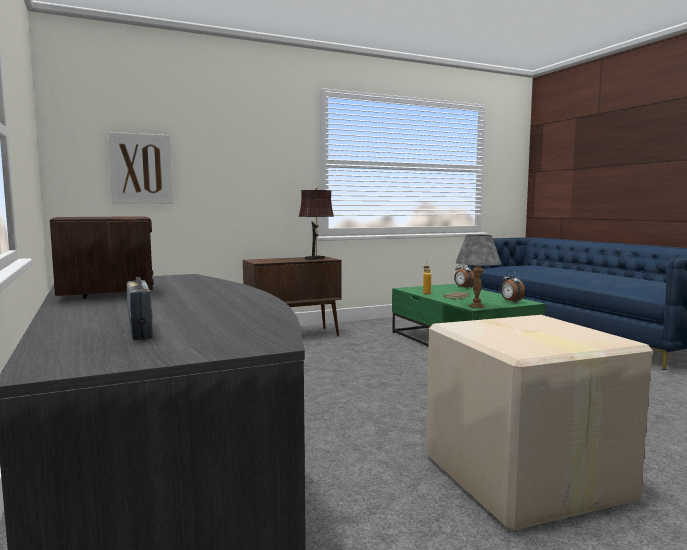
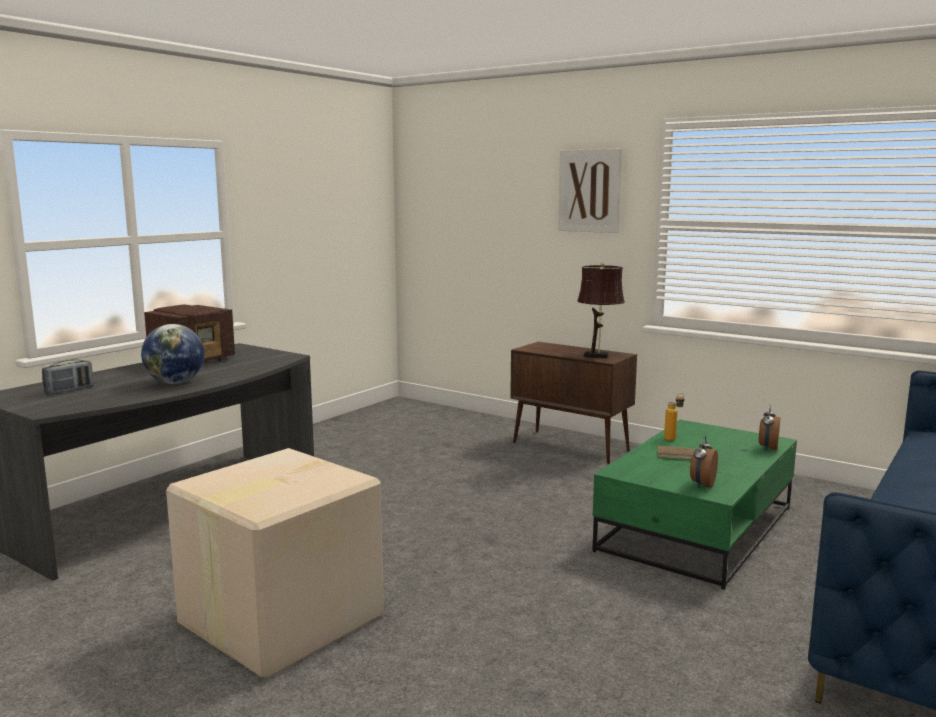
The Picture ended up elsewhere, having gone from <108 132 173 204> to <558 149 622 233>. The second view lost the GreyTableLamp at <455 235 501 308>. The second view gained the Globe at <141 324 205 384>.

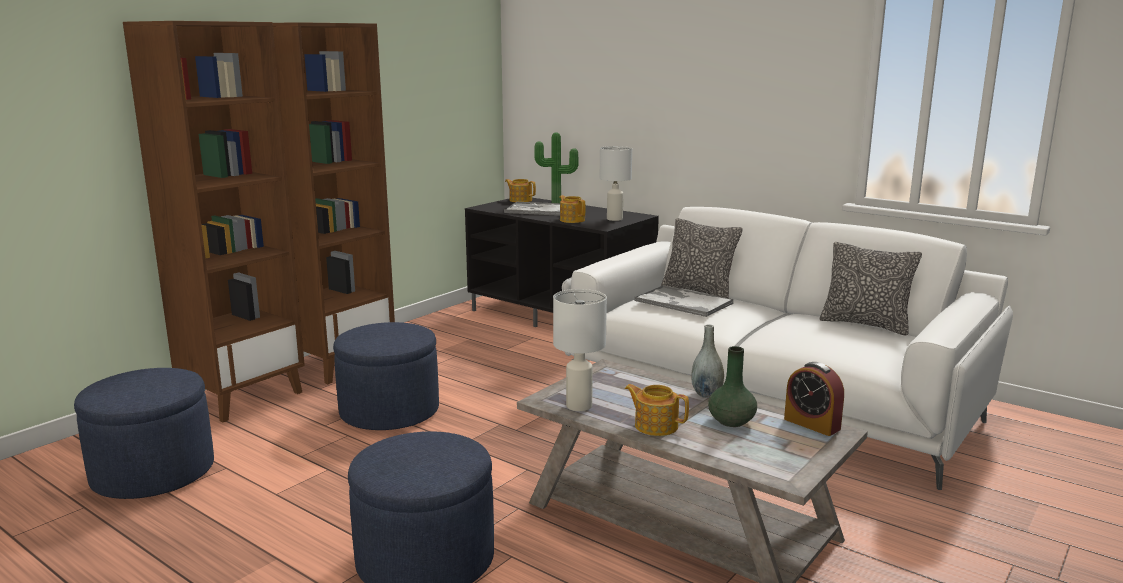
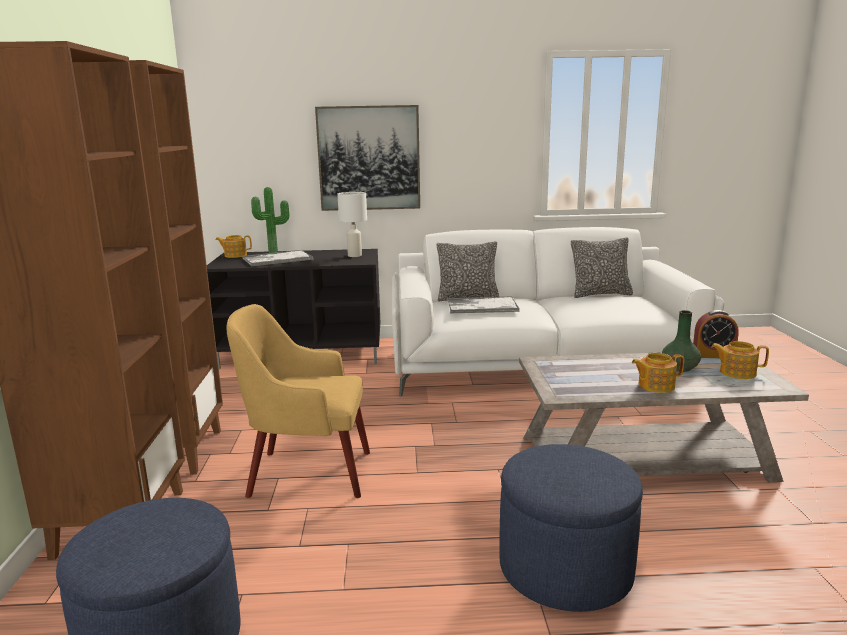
Where the BlueOttoman stood at <333 322 439 430>, the YellowArmchair came to stand at <226 304 370 498>. The second view lost the WhiteTableLamp at <553 289 607 411>. The Teapot ended up elsewhere, having gone from <559 195 586 223> to <711 341 769 379>. The second view lost the GreyVase at <691 325 724 398>. The second view gained the Picture at <315 105 420 211>.

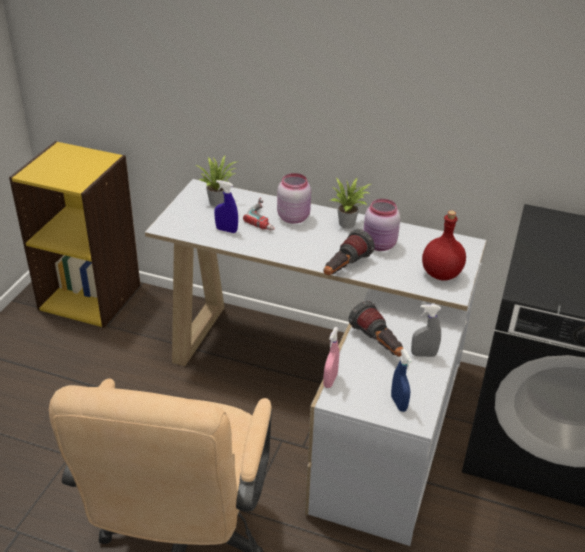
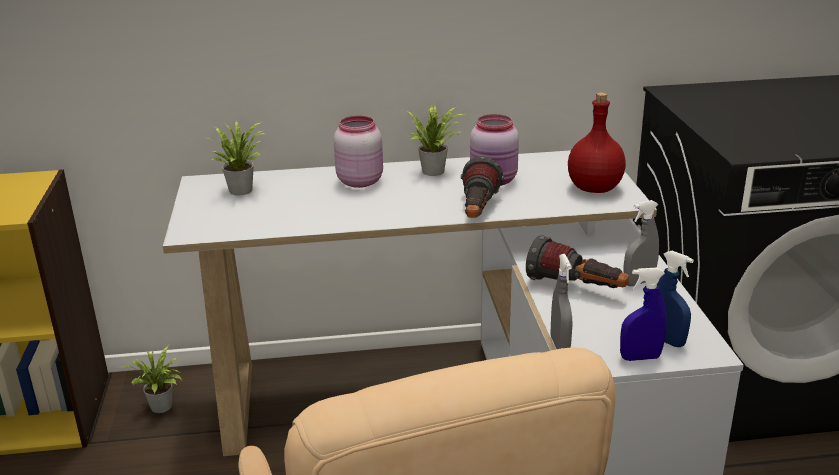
The BlueSprayBottle ended up elsewhere, having gone from <214 180 238 233> to <620 268 667 361>. The second view lost the PowerDrill at <243 198 274 231>. What was the PinkSprayBottle at <323 327 339 388> turned into the GreySprayBottle at <551 254 572 349>. The second view gained the PottedPlant at <119 345 182 413>.

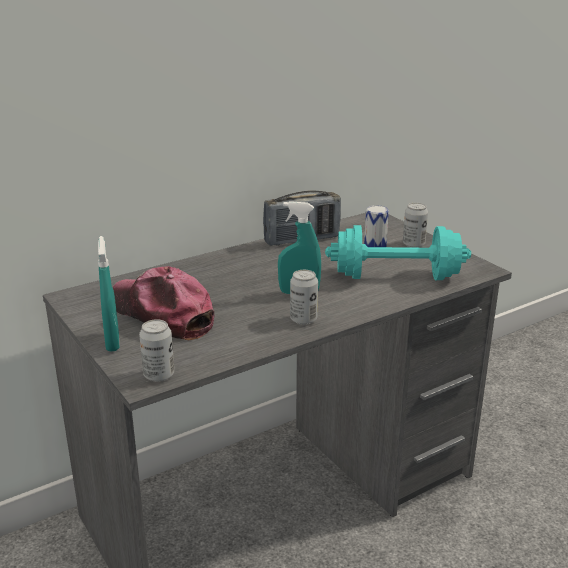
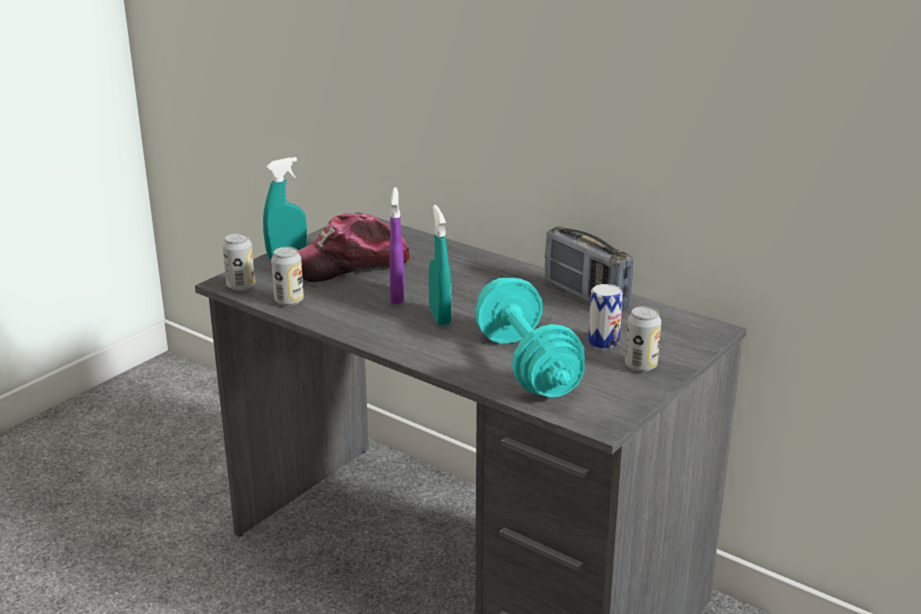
The Cap at <113 266 215 340> ended up facing another way, 135 degrees counterclockwise from before. The Can ended up elsewhere, having gone from <290 270 318 325> to <271 247 304 306>. The second view gained the PurpleSprayBottle at <390 187 405 304>.

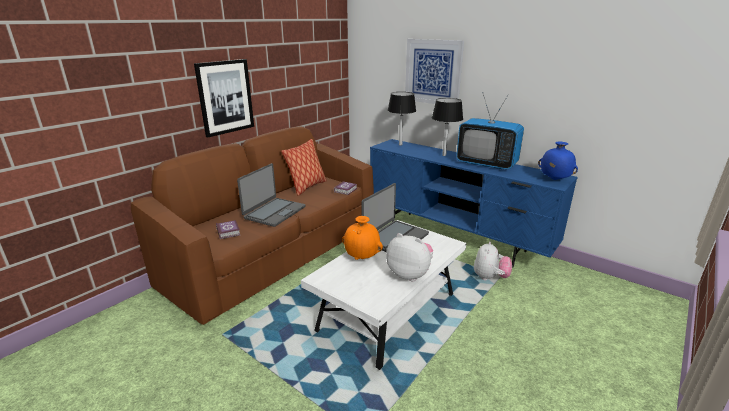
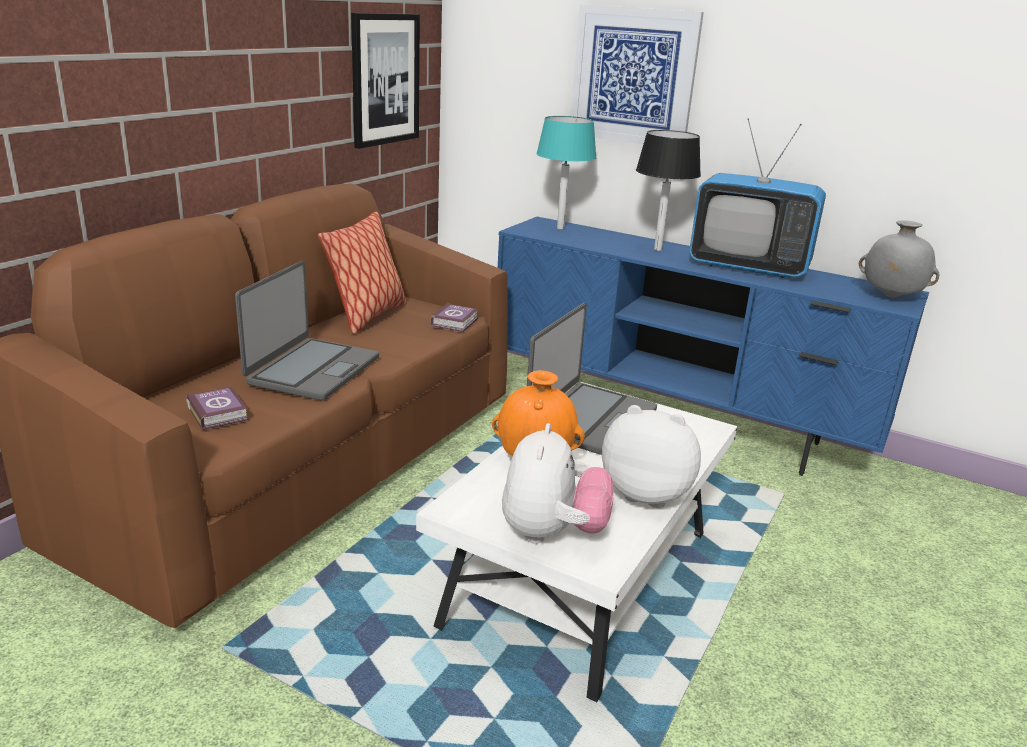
The Picture ended up elsewhere, having gone from <194 59 254 138> to <351 13 420 149>. What was the BlackTableLamp at <388 92 416 146> turned into the TurquoiseTableLamp at <536 116 597 230>. The PlushToy ended up elsewhere, having gone from <474 241 512 280> to <502 423 614 544>. What was the BlueVase at <538 142 578 180> turned into the GreyVase at <859 220 939 298>.

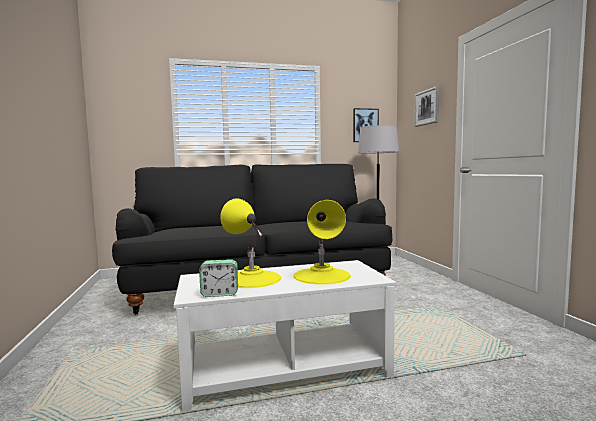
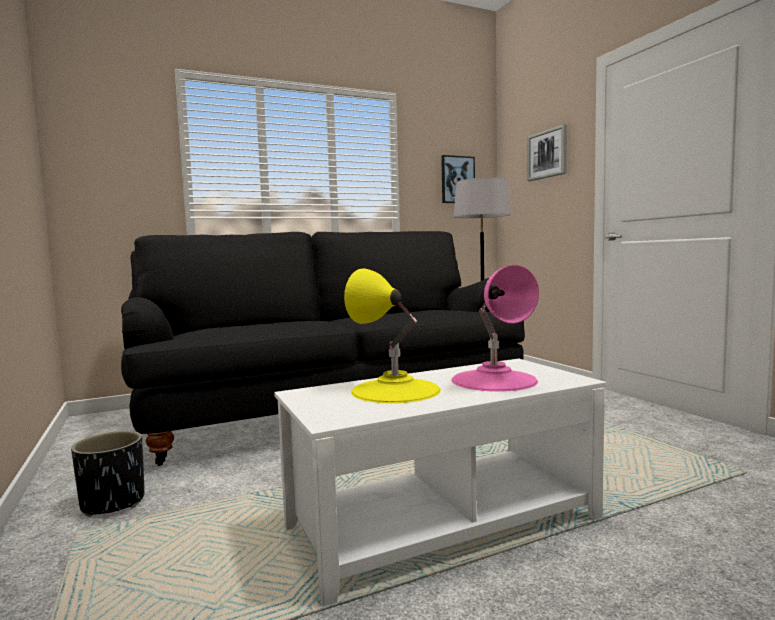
The second view lost the AlarmClock at <199 259 238 297>. What was the YellowTableLamp at <293 200 351 285> turned into the PinkTableLamp at <451 265 539 392>. The second view gained the BlackPlanter at <71 431 145 517>.

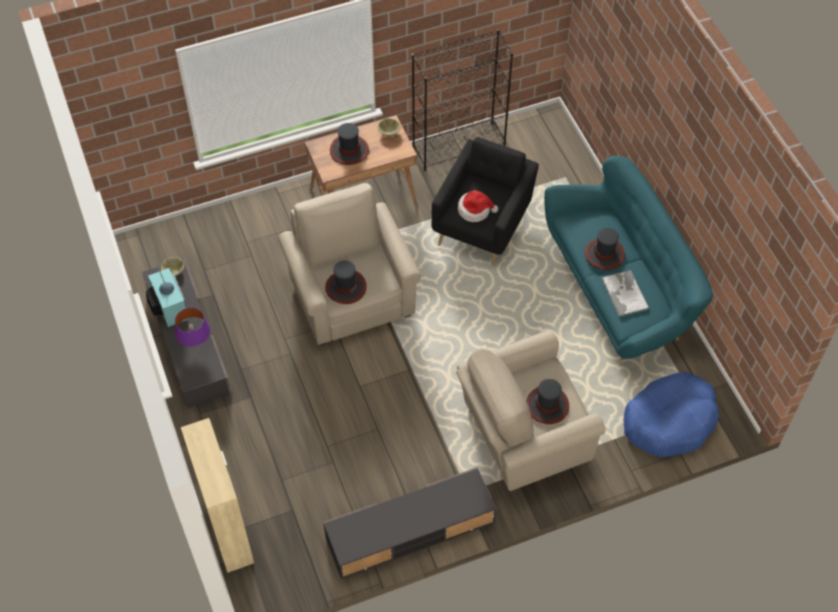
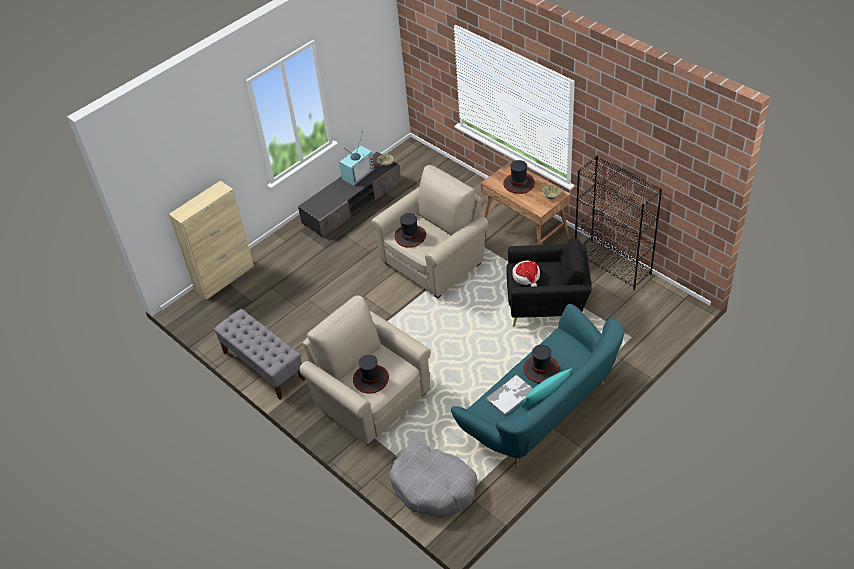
The second view lost the PurpleTableLamp at <175 308 210 346>. Where the GreyTvStand stood at <323 467 497 579>, the GreyBench came to stand at <214 309 305 399>. What was the BlueDogBed at <624 372 719 457> turned into the GreyDogBed at <389 444 478 518>. The second view gained the TurquoisePillow at <520 368 572 408>.

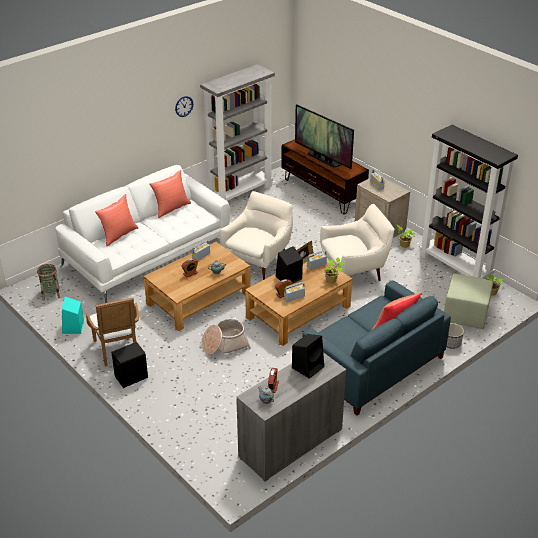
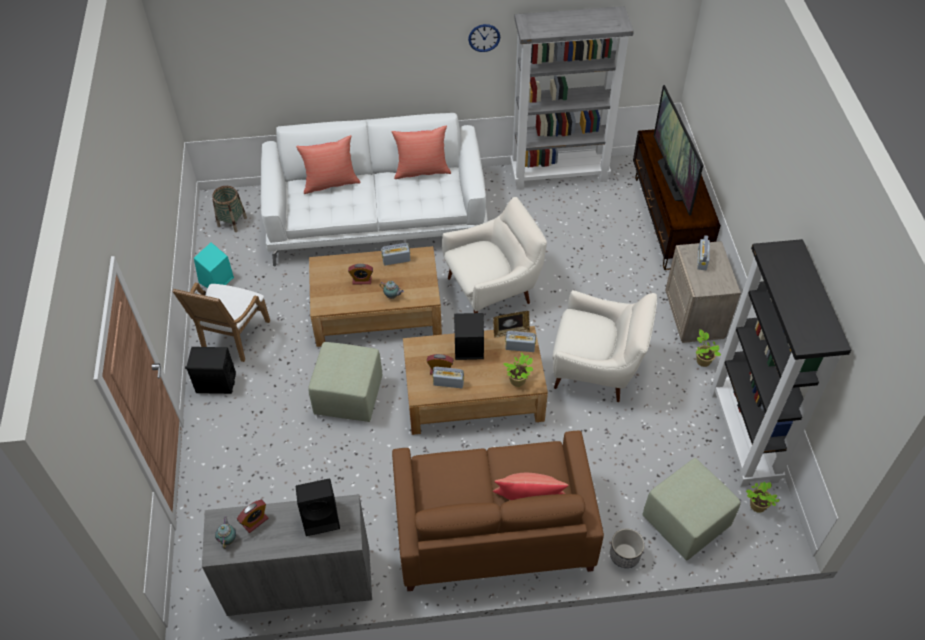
Where the Basket stood at <201 319 251 357>, the GreenOttoman came to stand at <308 342 383 422>. What was the BlueSofa at <302 280 451 416> turned into the BrownSofa at <392 431 604 591>.

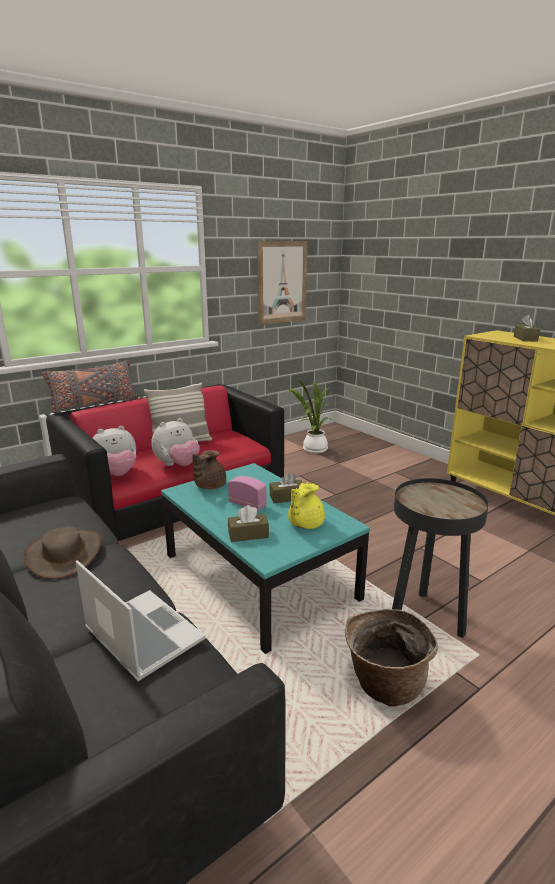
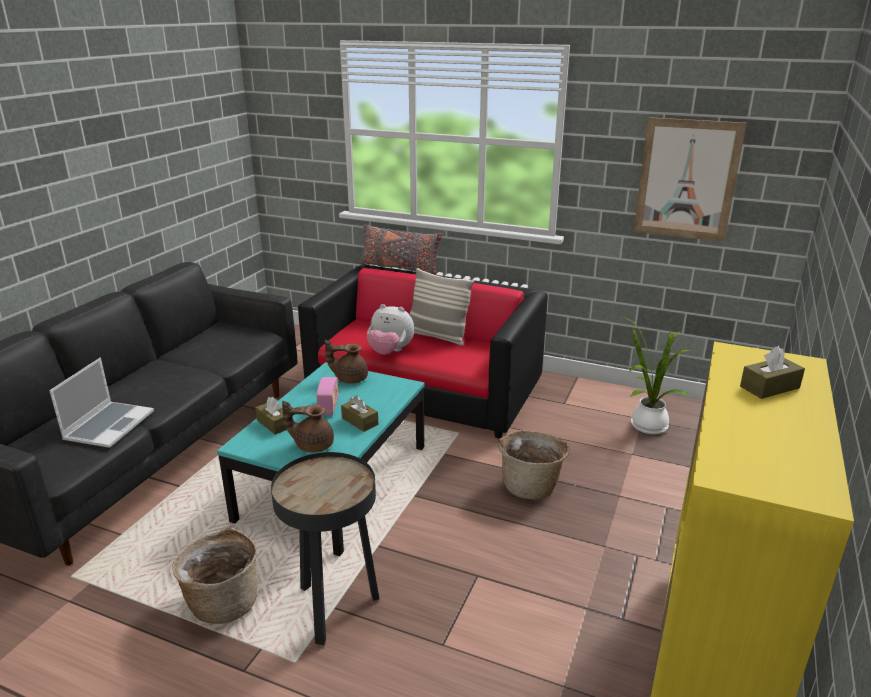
The second view lost the BrownHat at <23 526 101 579>. The second view lost the PlushToy at <93 426 136 476>. What was the YellowTeapot at <288 482 325 529> turned into the BrownTeapot at <282 401 334 453>. The second view gained the Basket at <498 430 569 500>.

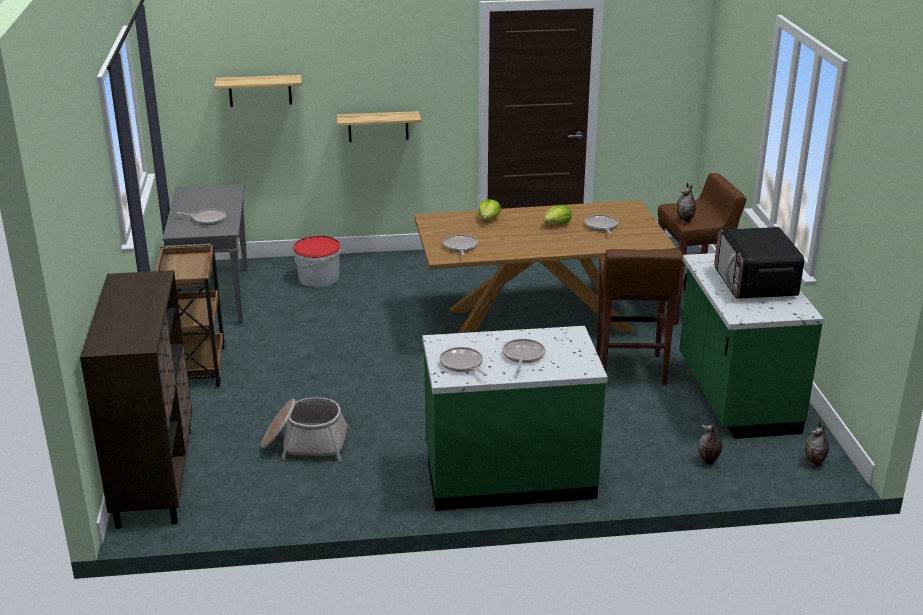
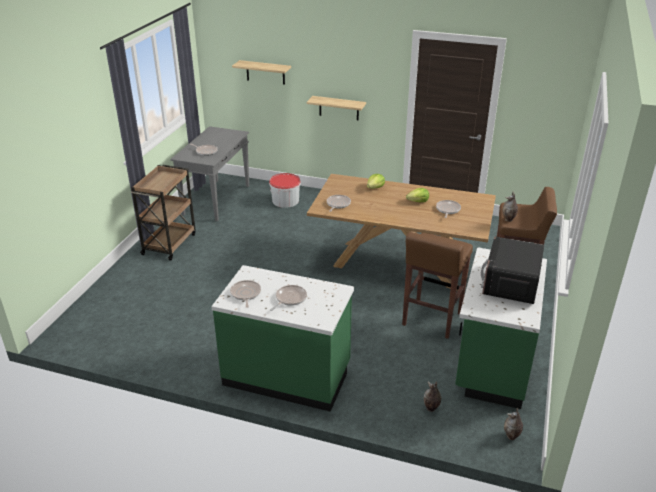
The second view lost the BrownCabinet at <80 270 192 528>. The second view lost the Basket at <261 397 349 462>.

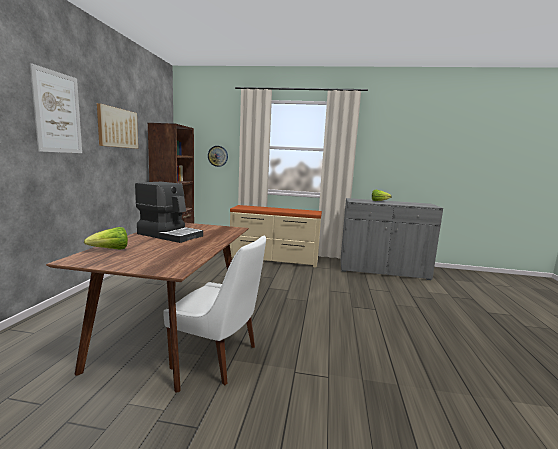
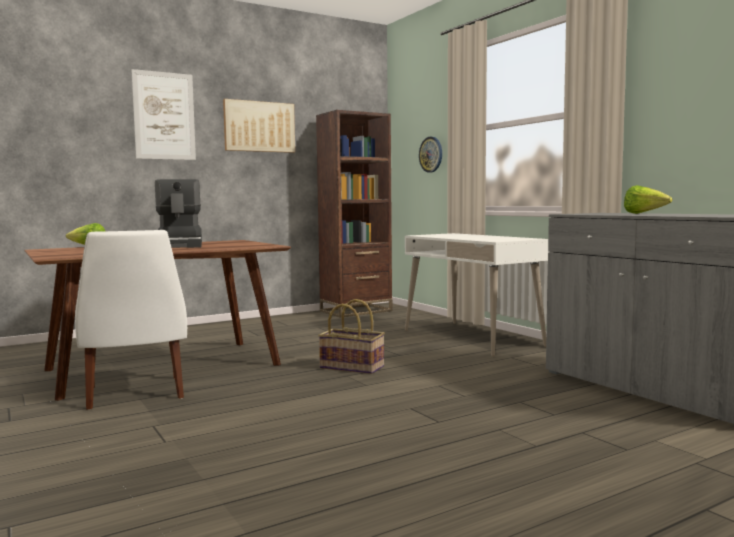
Where the BeigeDresser stood at <230 205 322 268>, the WhiteDesk came to stand at <405 233 548 357>. The second view gained the Basket at <318 299 385 374>.

